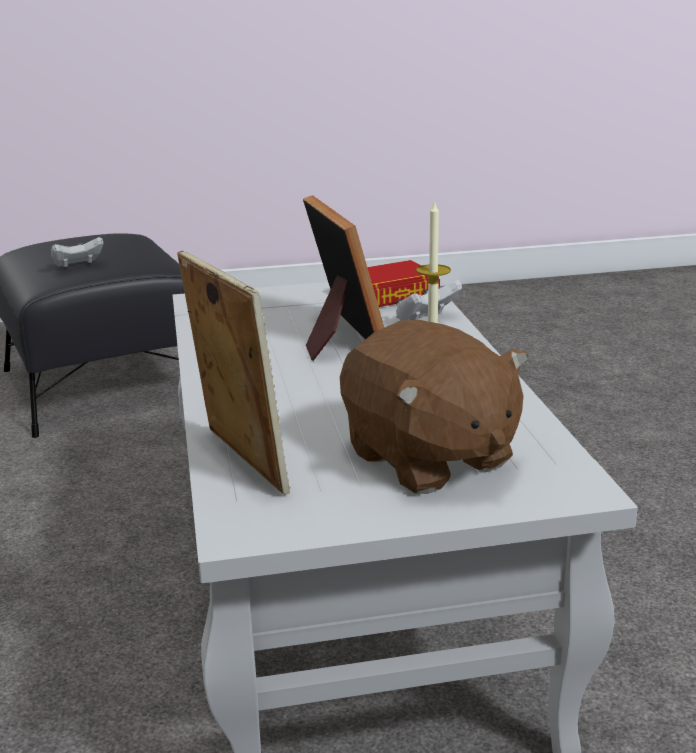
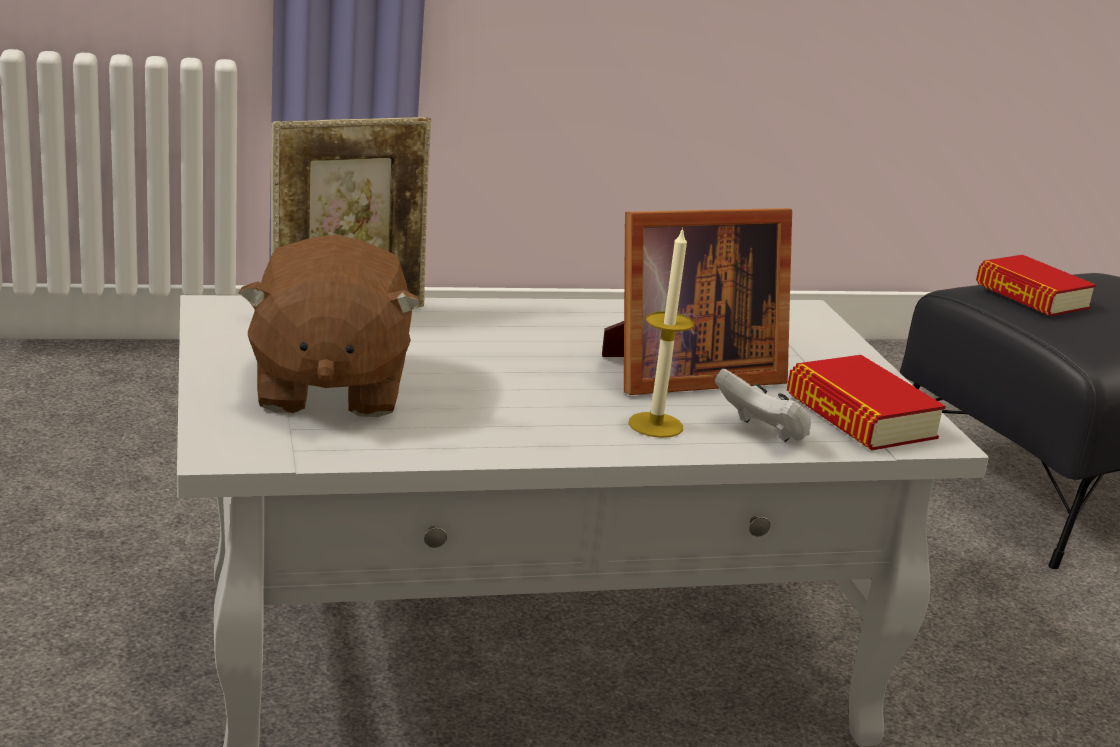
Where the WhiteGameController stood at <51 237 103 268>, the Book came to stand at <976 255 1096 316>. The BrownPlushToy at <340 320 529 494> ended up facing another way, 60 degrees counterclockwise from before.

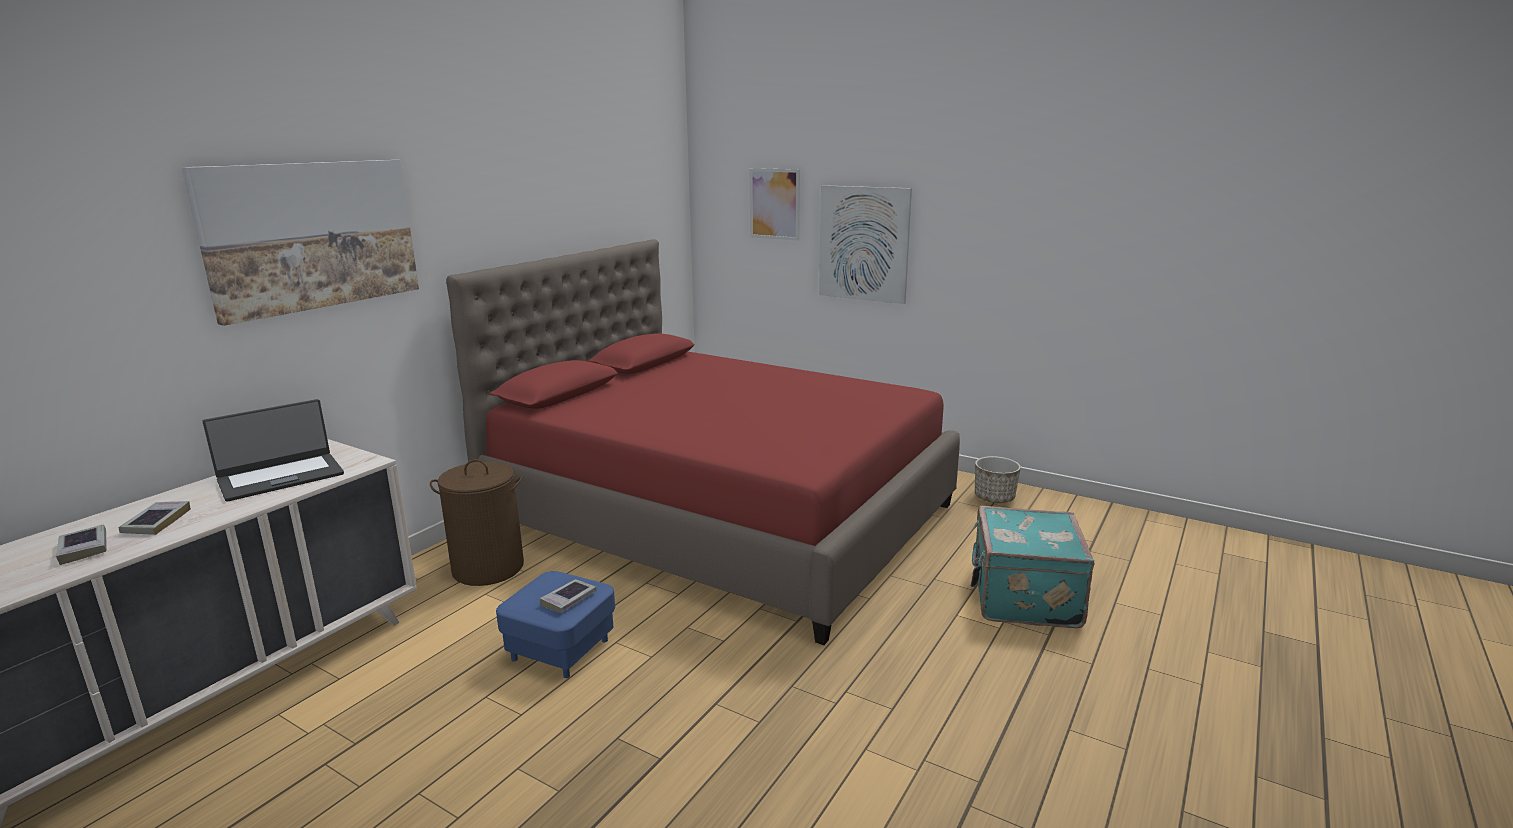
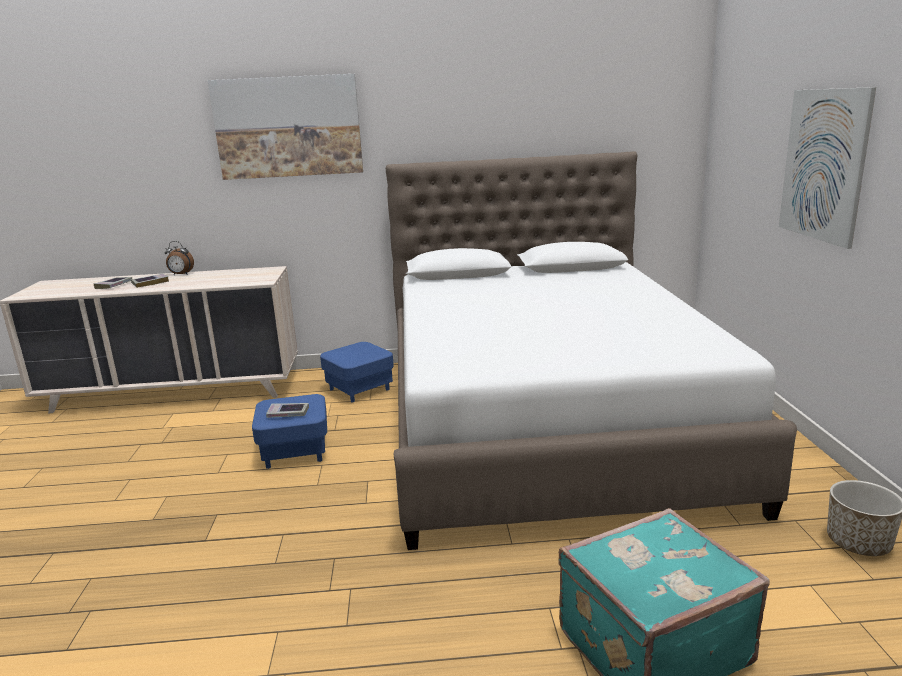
The second view lost the Laptop at <202 399 344 502>. Where the BrownLaundryBasket stood at <430 459 524 586>, the BlueOttoman came to stand at <320 342 394 403>. What was the RedBed at <446 239 960 645> turned into the WhiteBed at <386 151 797 550>. The second view lost the Picture at <750 168 800 241>. The second view gained the AlarmClock at <165 241 194 275>.

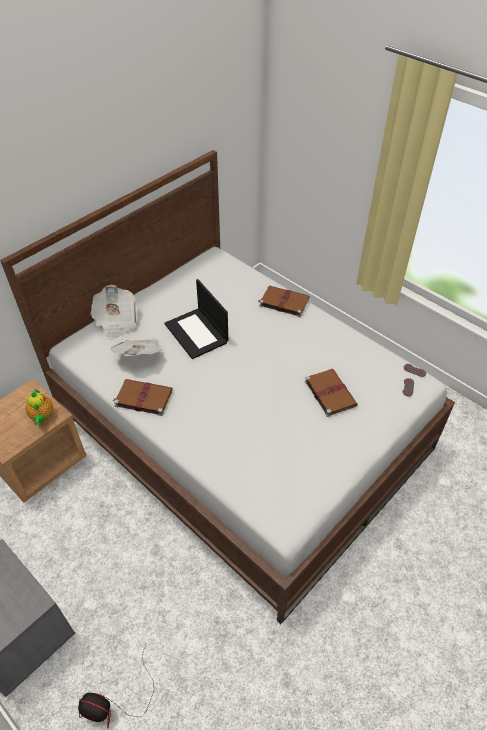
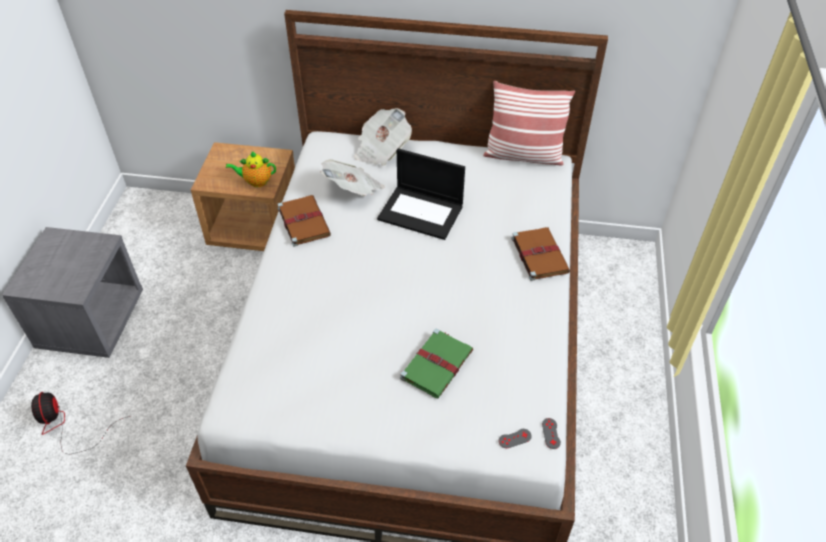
The Teapot at <26 388 53 425> ended up facing another way, 45 degrees clockwise from before. The Laptop at <165 279 228 359> ended up facing another way, 90 degrees counterclockwise from before. What was the BrownBook at <305 369 358 417> turned into the GreenBook at <400 329 473 399>. The second view gained the Pillow at <483 81 575 166>.

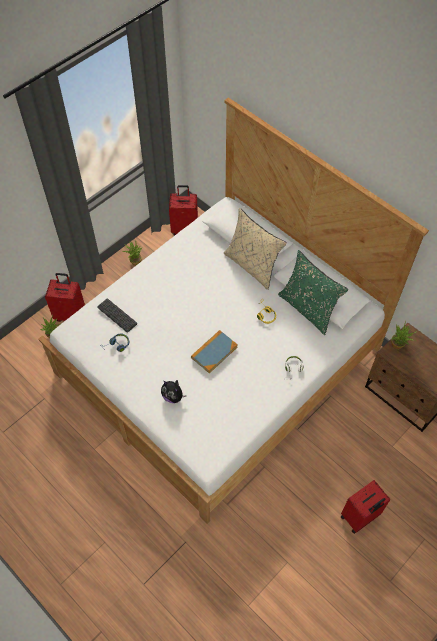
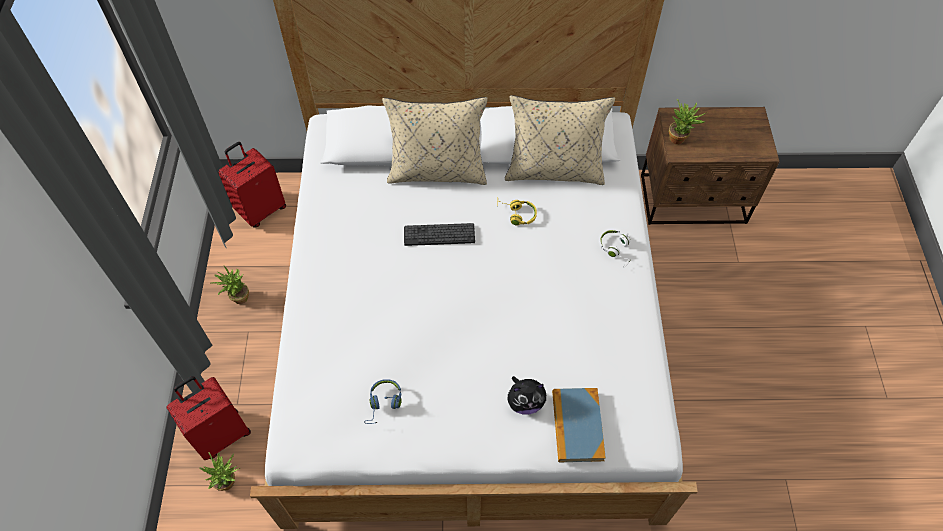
The Keyboard ended up elsewhere, having gone from <97 298 137 333> to <404 223 475 246>. The Book ended up elsewhere, having gone from <191 330 238 374> to <552 388 606 462>. What was the GreenPillow at <278 250 348 335> turned into the BeigePillow at <505 95 615 185>. The second view lost the RedSuitcase at <341 480 391 534>.

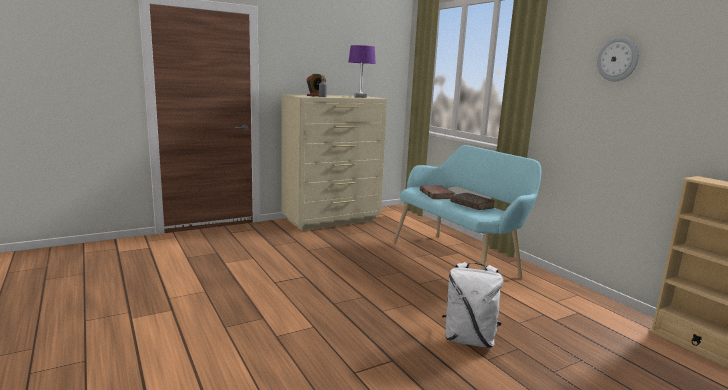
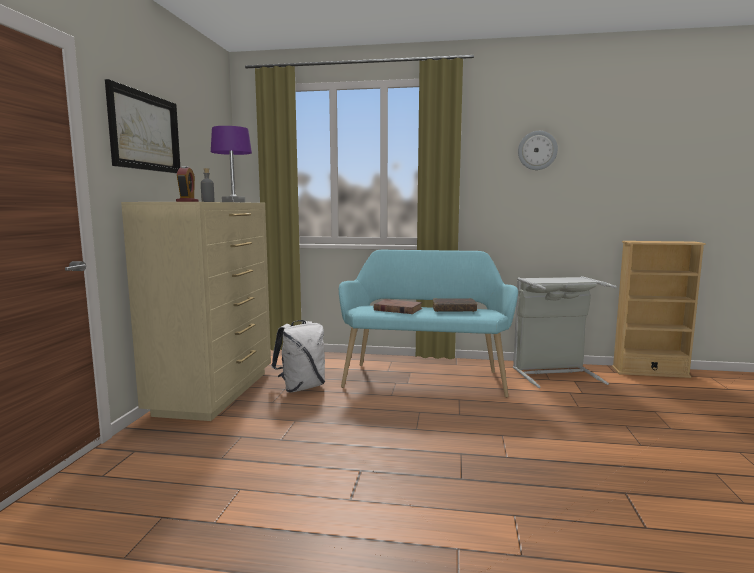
The WhiteBackpack ended up elsewhere, having gone from <442 262 503 348> to <271 320 325 392>. The second view gained the Picture at <105 79 180 173>. The second view gained the GreyLaundryBasket at <513 276 617 388>.

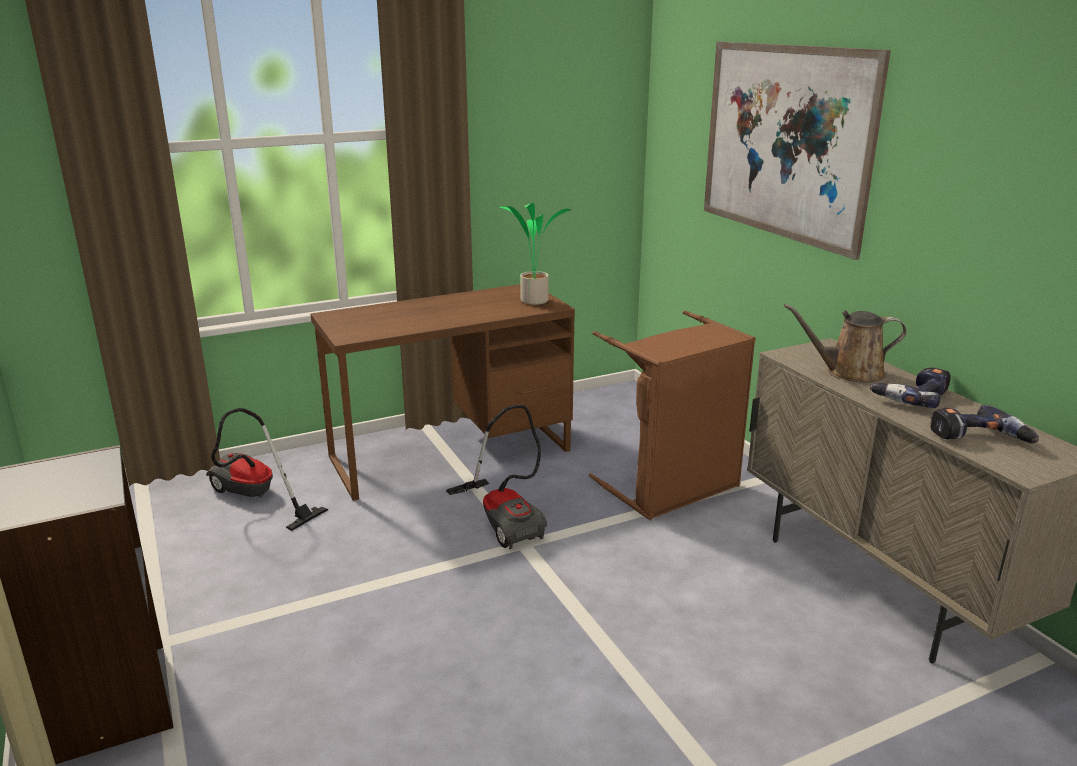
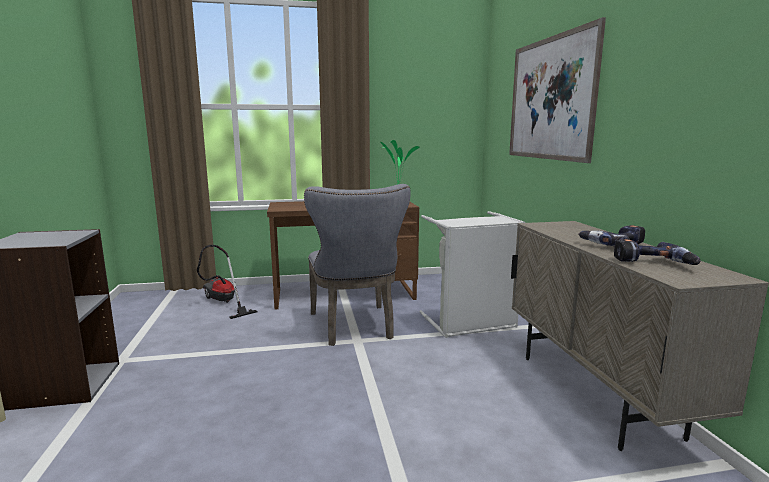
Where the VacuumCleaner stood at <446 405 547 549>, the GreyChair came to stand at <304 184 411 346>. What was the BrownLaundryBasket at <589 311 756 520> turned into the GreyLaundryBasket at <419 211 525 338>. The second view lost the BrownWateringCan at <784 304 907 383>.

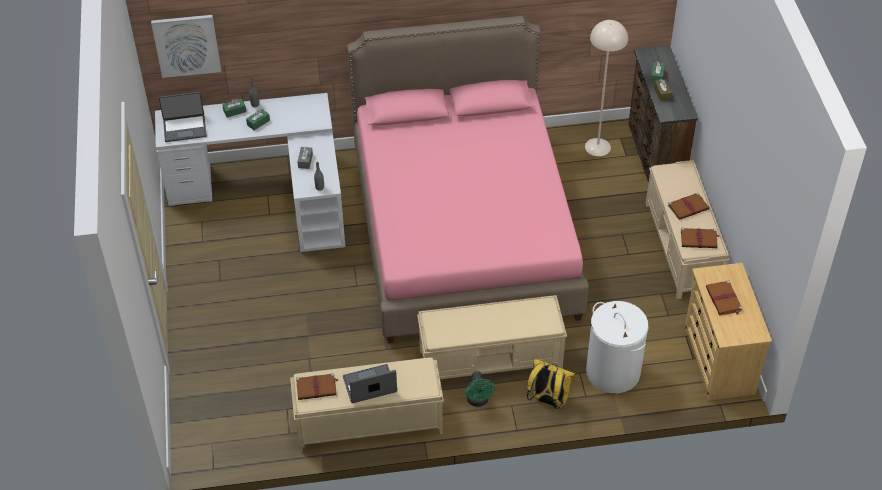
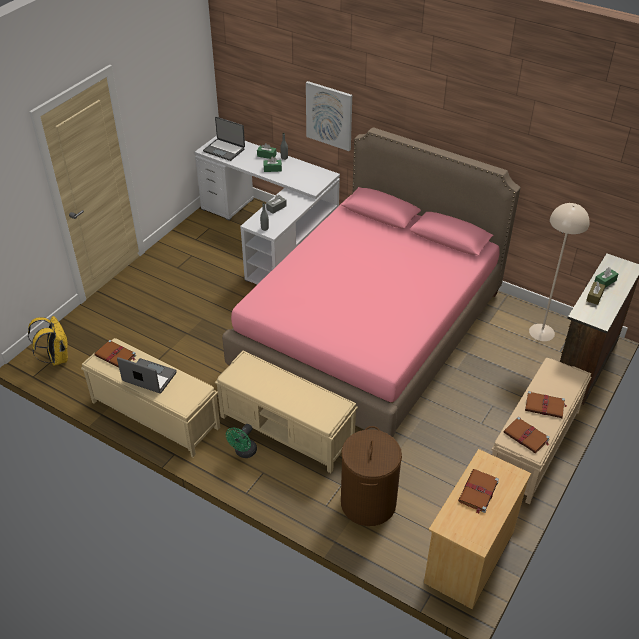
The Picture ended up elsewhere, having gone from <151 15 221 78> to <306 81 352 151>. The YellowBackpack ended up elsewhere, having gone from <527 359 575 409> to <28 316 68 366>. What was the WhiteLaundryBasket at <586 301 649 393> turned into the BrownLaundryBasket at <341 426 402 526>.

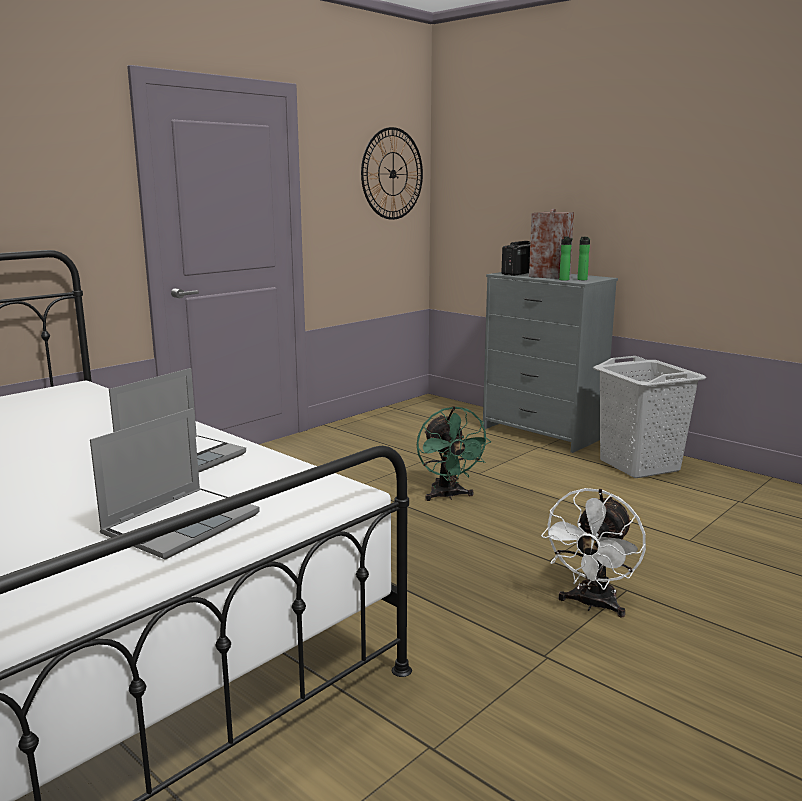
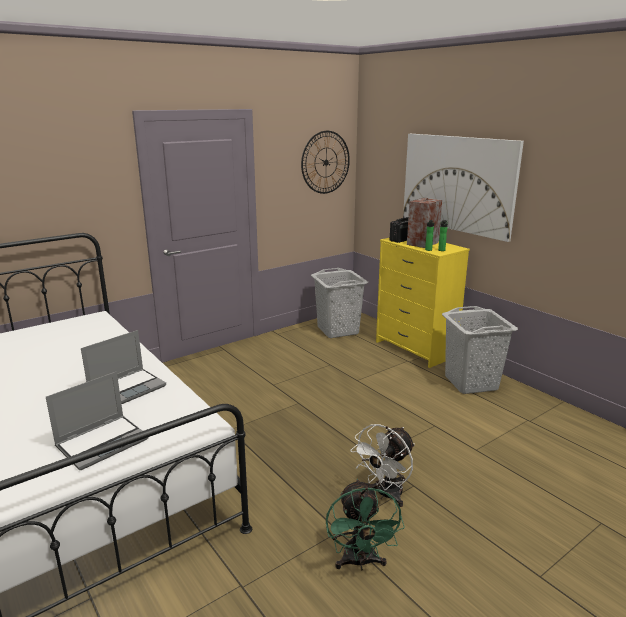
The GreenFan ended up elsewhere, having gone from <417 406 491 501> to <326 479 405 570>. What was the GreyDresser at <483 272 618 453> turned into the YellowDresser at <376 238 470 368>. The second view gained the GreyLaundryBasket at <311 268 368 338>. The second view gained the Picture at <403 134 524 242>.

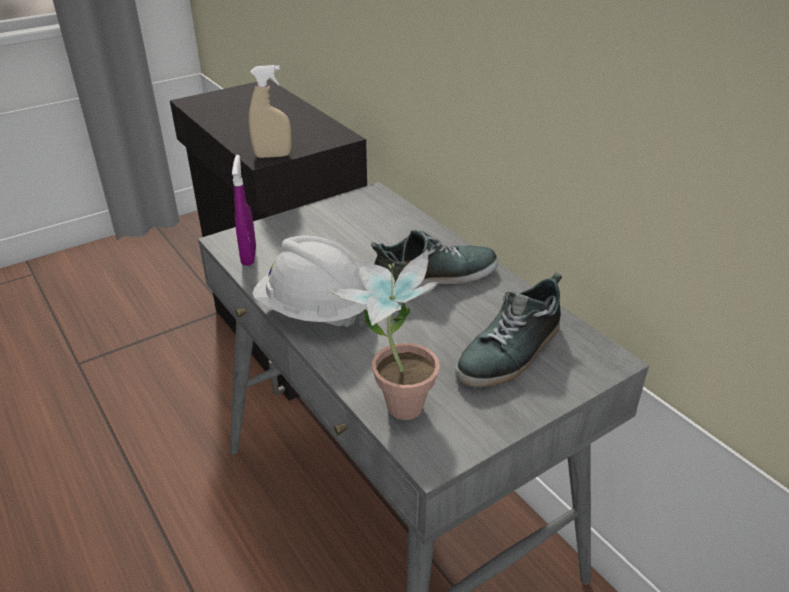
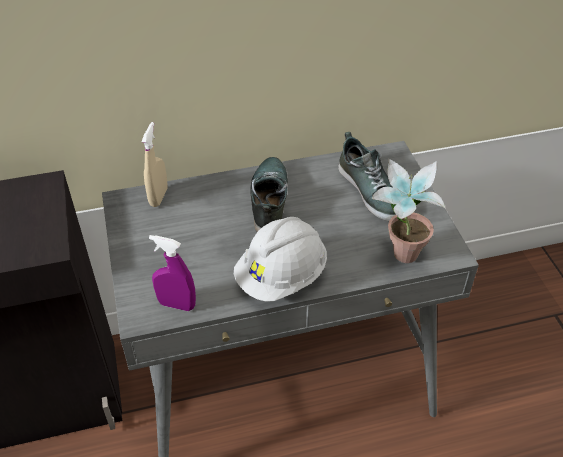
The BeigeSprayBottle ended up elsewhere, having gone from <249 65 291 158> to <141 122 168 207>.

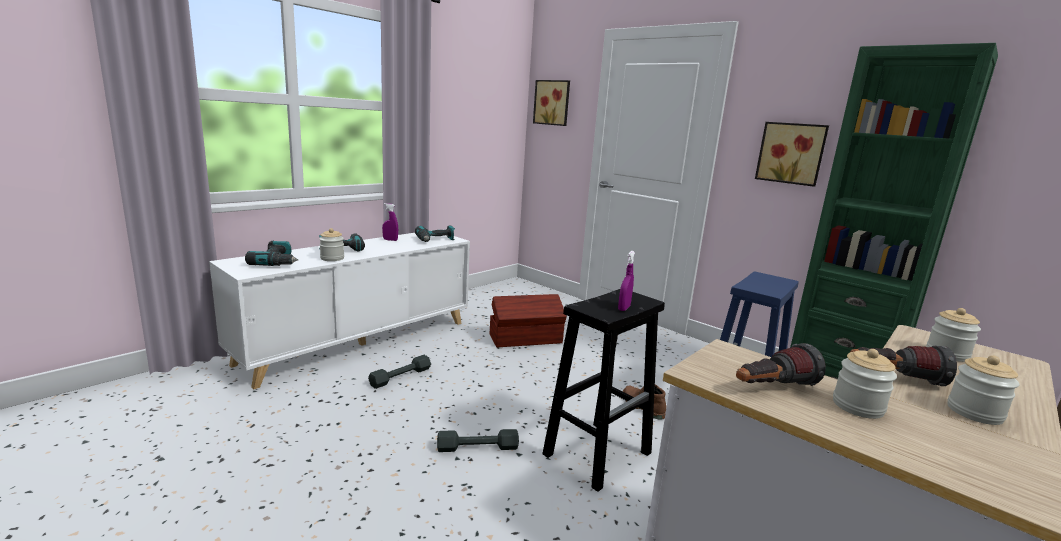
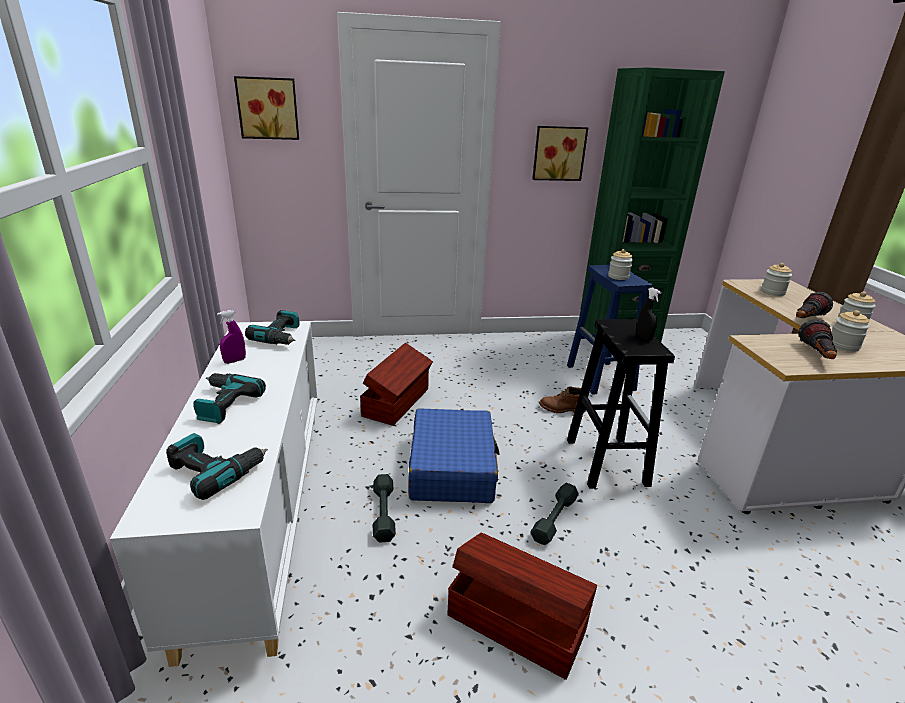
The Jar ended up elsewhere, having gone from <319 228 344 261> to <608 249 633 280>. What was the PurpleSprayBottle at <618 251 635 311> turned into the BlackSprayBottle at <636 287 662 341>. The second view gained the BlueSuitcase at <408 408 500 503>. The second view gained the BrownStorageBox at <448 532 597 680>.

